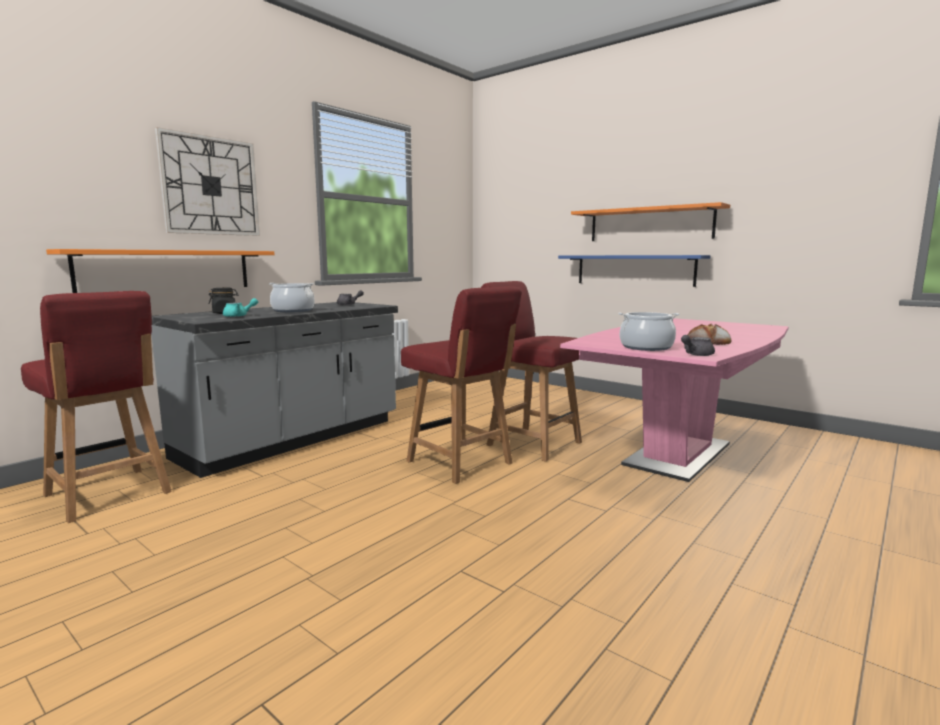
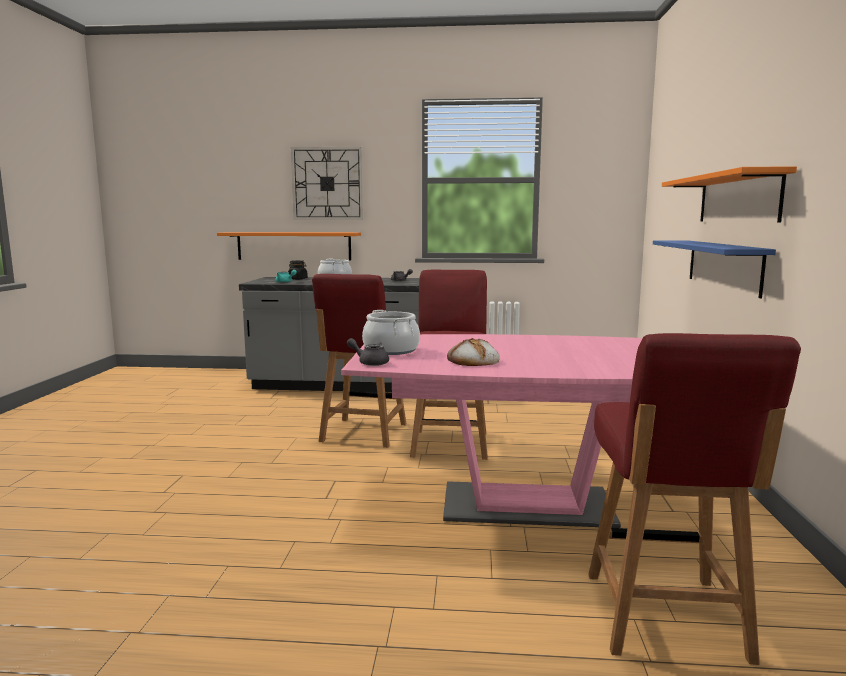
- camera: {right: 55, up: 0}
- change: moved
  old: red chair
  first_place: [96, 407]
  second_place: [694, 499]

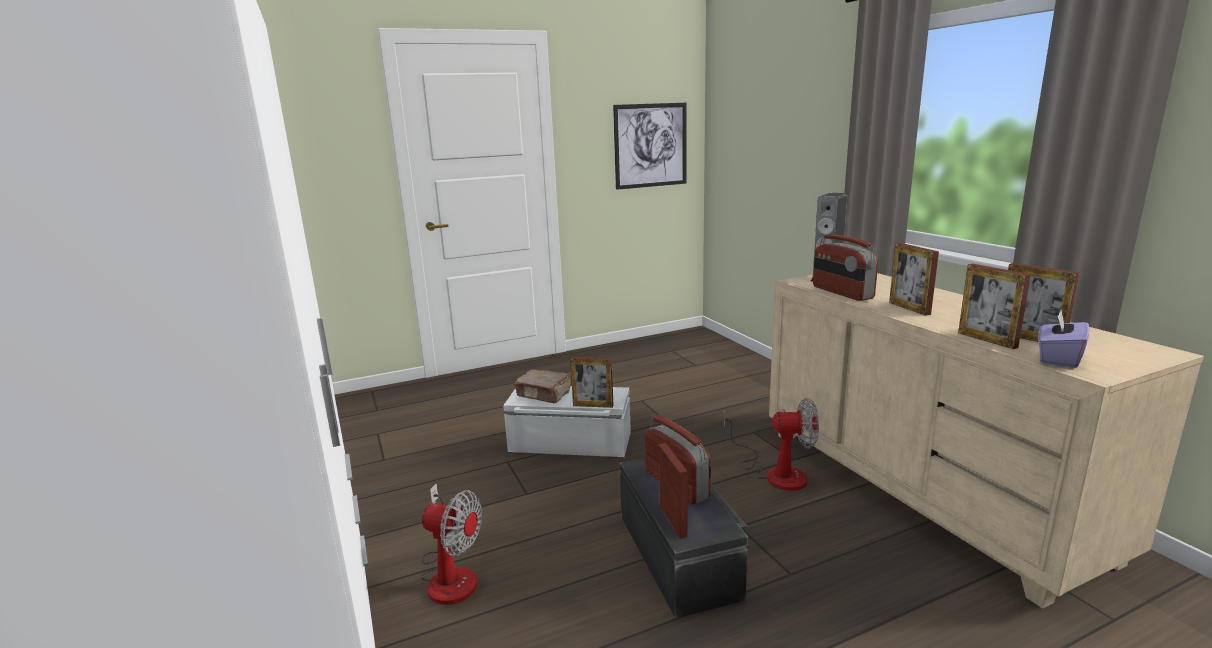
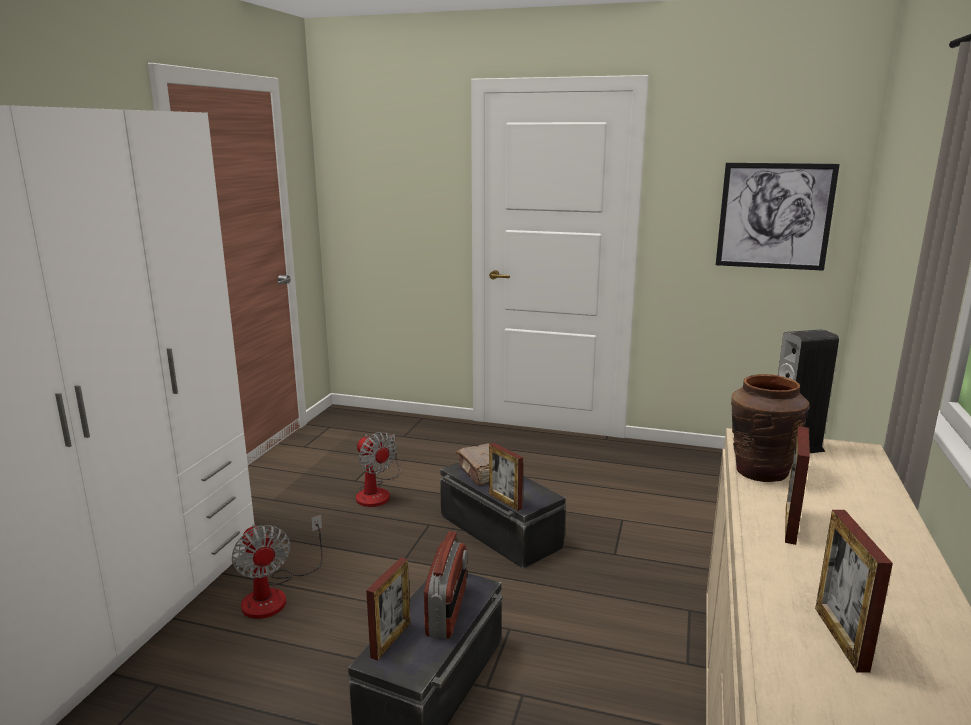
- camera: {right: 40, up: 0}
- change: moved
  old: cooling fan
  first_place: [771, 444]
  second_place: [378, 469]
- change: recoloured
  old: whitish storage box
  new: black storage box
  first_place: [567, 421]
  second_place: [503, 515]
- change: replaced
  old: radio
  new: brown-coloured decorative vase
  first_place: [845, 267]
  second_place: [770, 428]
- change: removed
  old: picture frame
  first_place: [994, 306]
- change: removed
  old: purplish tissue box
  first_place: [1063, 339]

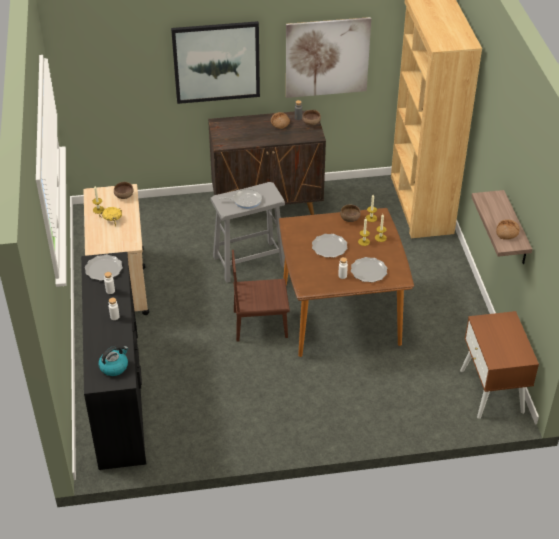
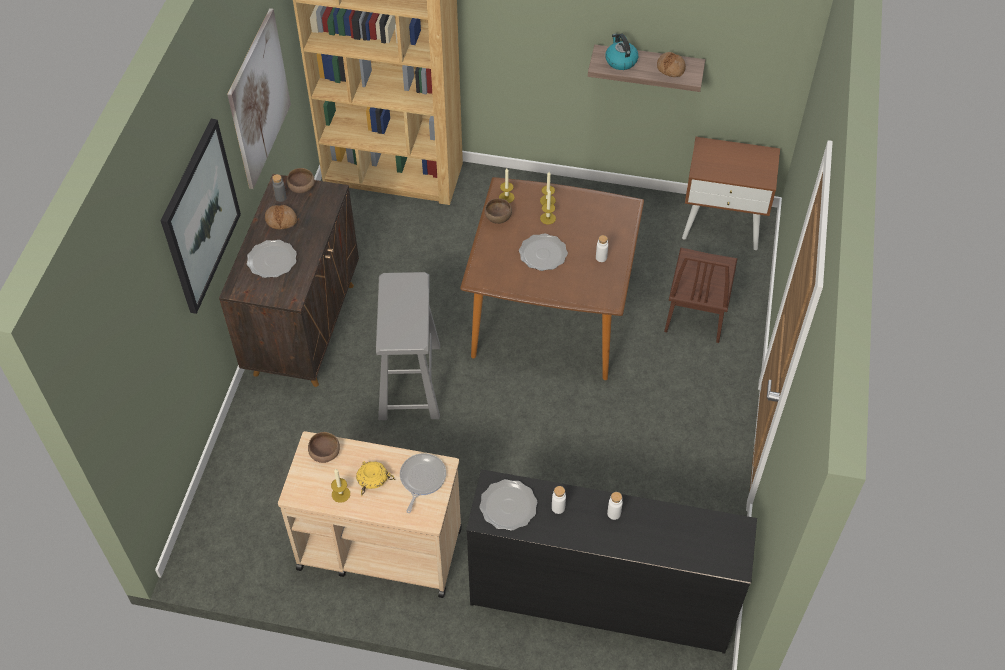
- camera: {right: -70, up: 10}
- change: moved
  old: flat dish
  first_place: [369, 269]
  second_place: [272, 259]
- change: moved
  old: frying pan
  first_place: [240, 198]
  second_place: [423, 483]
- change: moved
  old: tea kettle
  first_place: [113, 361]
  second_place: [621, 51]
- change: moved
  old: brown-coloured chair
  first_place: [261, 295]
  second_place: [700, 295]

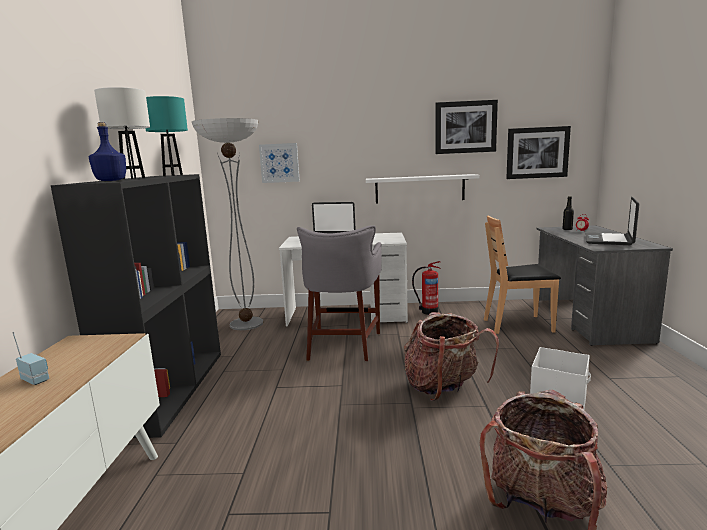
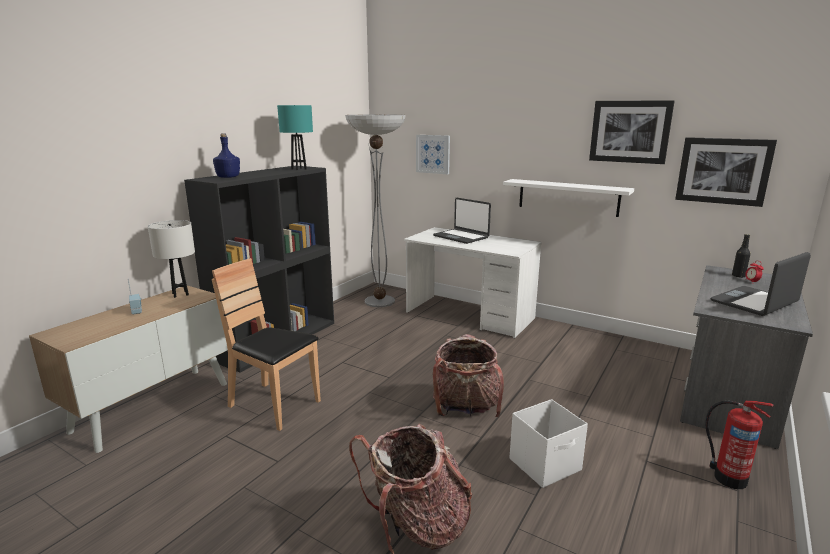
- camera: {right: 30, up: 5}
- change: moved
  old: whitish table lamp
  first_place: [122, 133]
  second_place: [171, 259]
- change: moved
  old: brown-coloured chair
  first_place: [522, 274]
  second_place: [266, 344]
- change: moved
  old: extinguisher
  first_place: [426, 288]
  second_place: [739, 444]
- change: removed
  old: gray stool seat
  first_place: [339, 293]

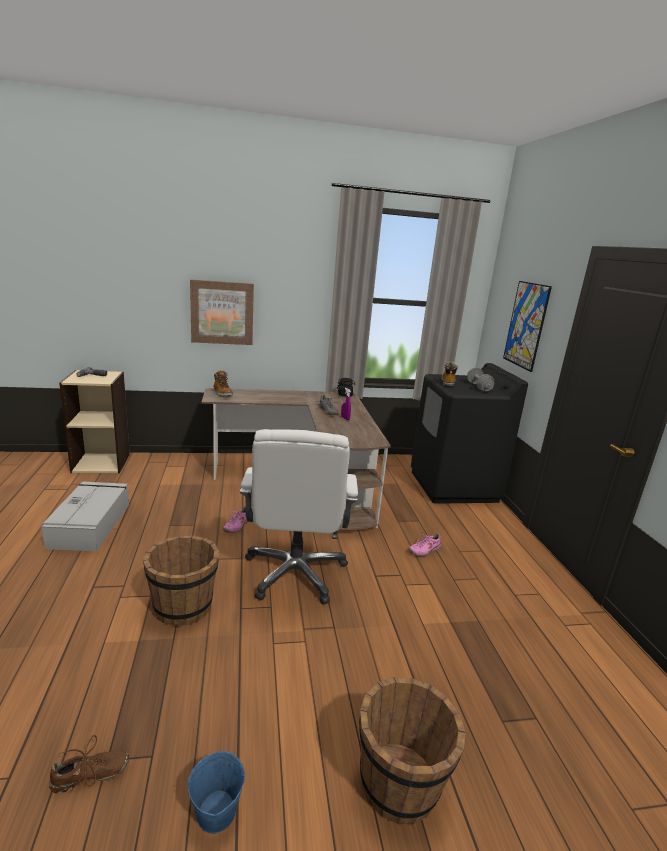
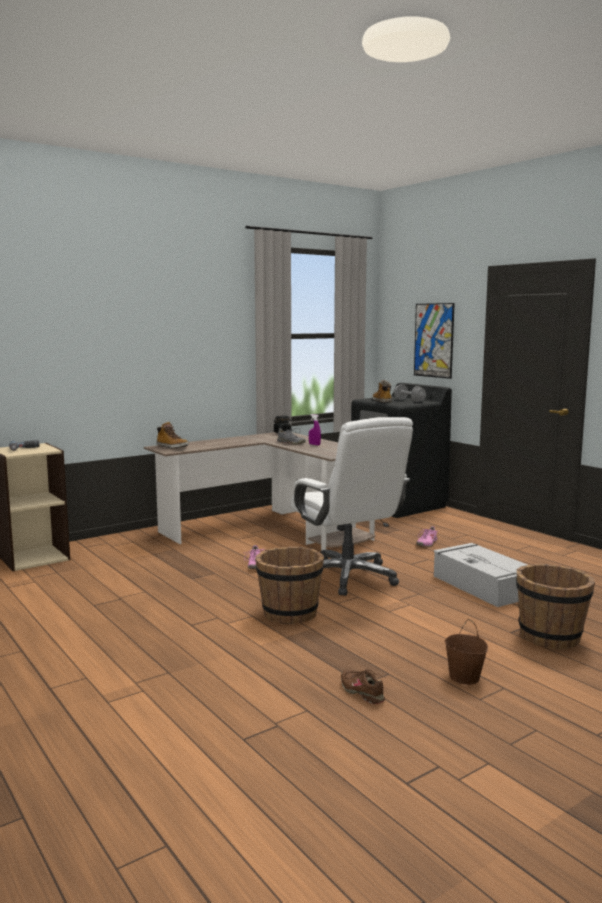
- camera: {right: -25, up: -10}
- change: turned
  old: brown-coloured low shoe
  first_place: [89, 764]
  second_place: [363, 686]
  degrees: -75
- change: moved
  old: gray storage box
  first_place: [85, 516]
  second_place: [481, 575]
- change: recoloured
  old: blue water bucket
  new: brown-coloured water bucket
  first_place: [216, 792]
  second_place: [466, 652]
- change: removed
  old: wall picture
  first_place: [222, 312]

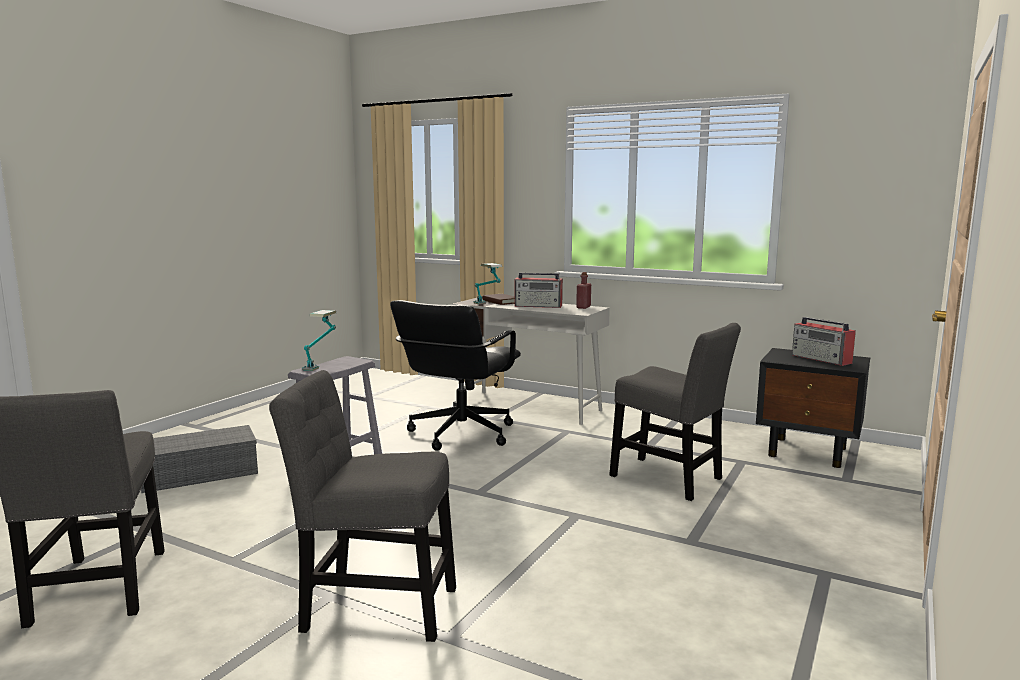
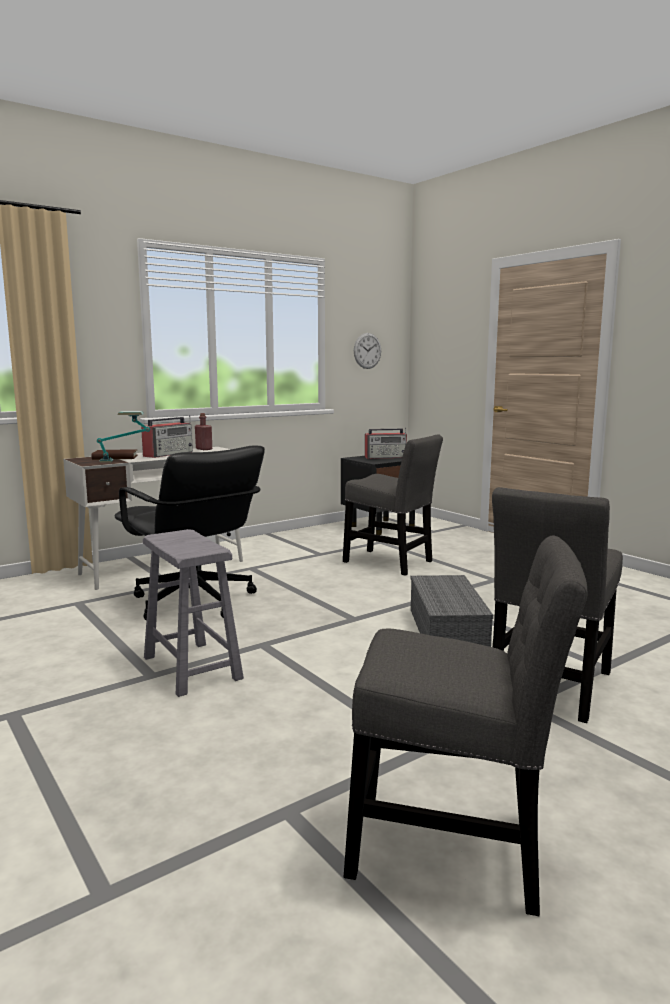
- camera: {right: -65, up: 0}
- change: turned
  old: gray chair
  first_place: [675, 412]
  second_place: [393, 505]
  degrees: 60
- change: added
  new: wall clock
  second_place: [367, 351]
- change: moved
  old: gray storage box
  first_place: [199, 459]
  second_place: [452, 611]
- change: removed
  old: table lamp
  first_place: [319, 340]

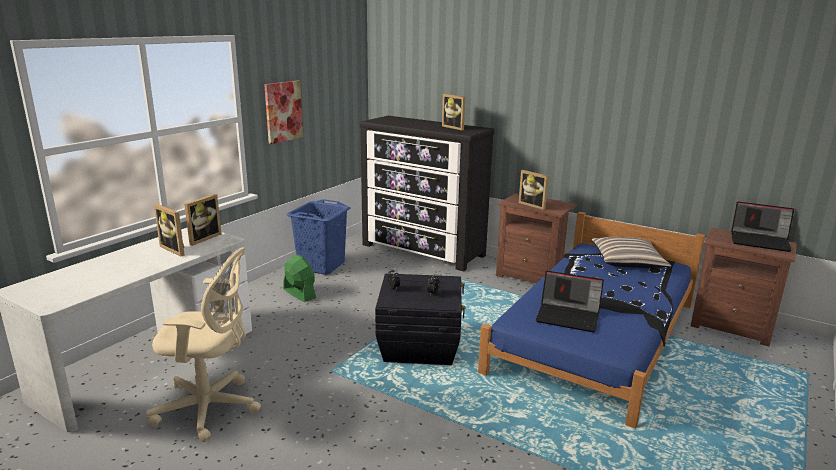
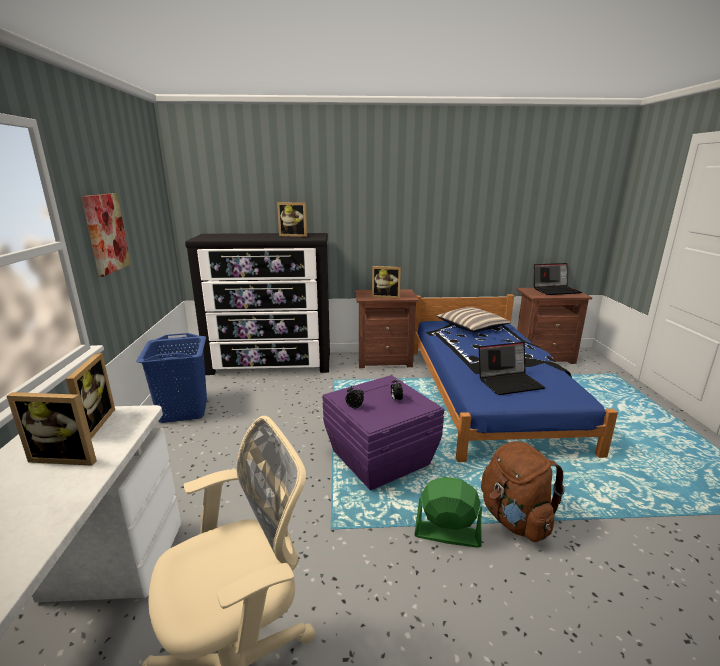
- camera: {right: -35, up: 0}
- change: recoloured
  old: black storage box
  new: purplish storage box
  first_place: [420, 319]
  second_place: [383, 433]
- change: moved
  old: greenish cooling fan
  first_place: [299, 278]
  second_place: [448, 512]
- change: added
  new: brown-coloured knapsack
  second_place: [523, 491]

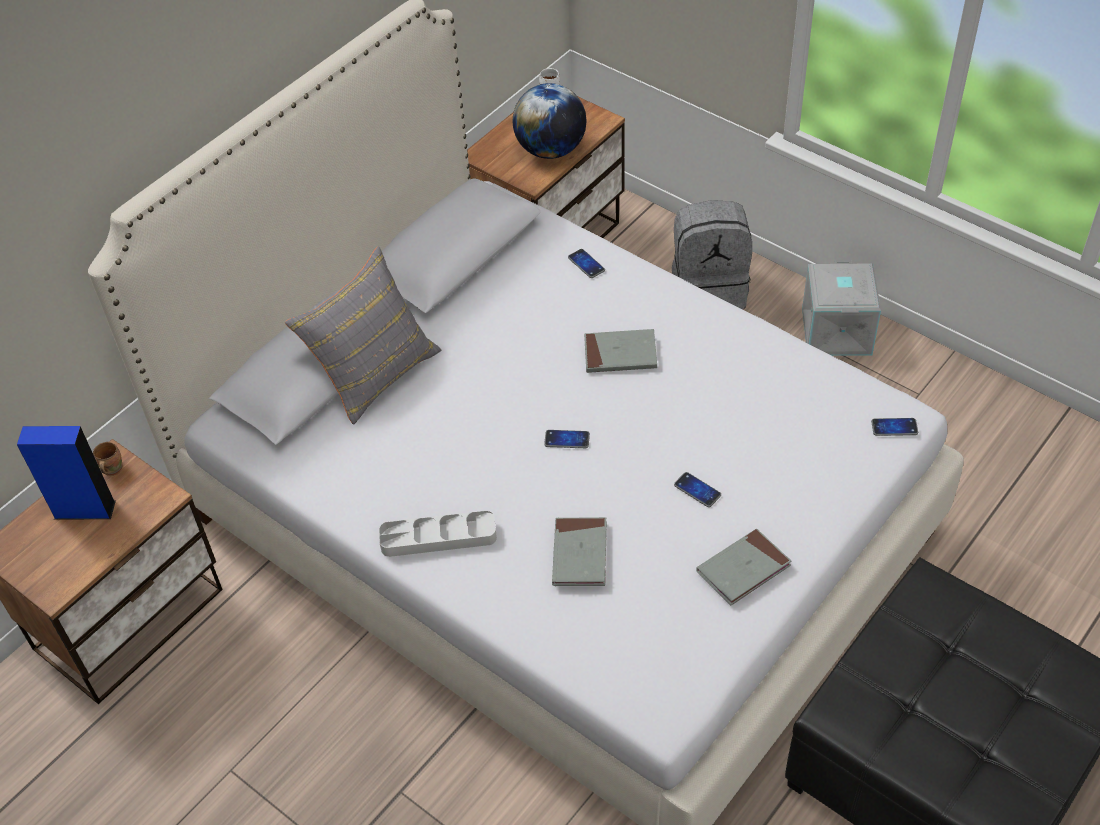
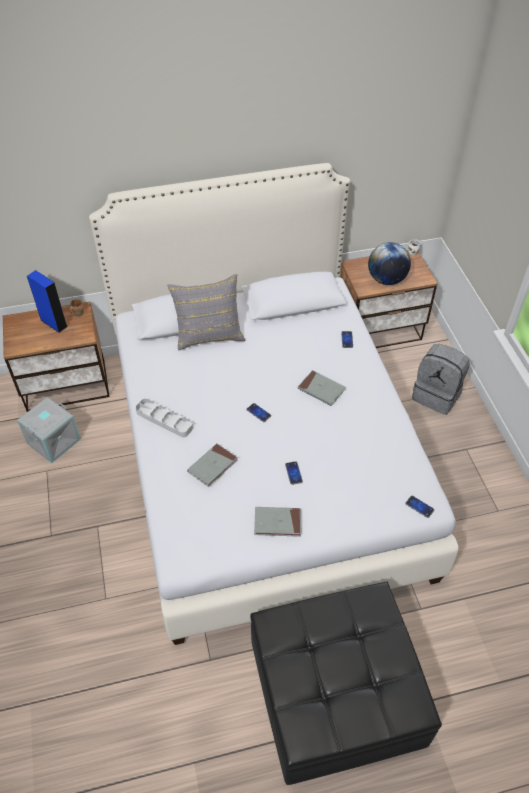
- camera: {right: 35, up: 0}
- change: moved
  old: gray storage box
  first_place: [841, 308]
  second_place: [49, 430]

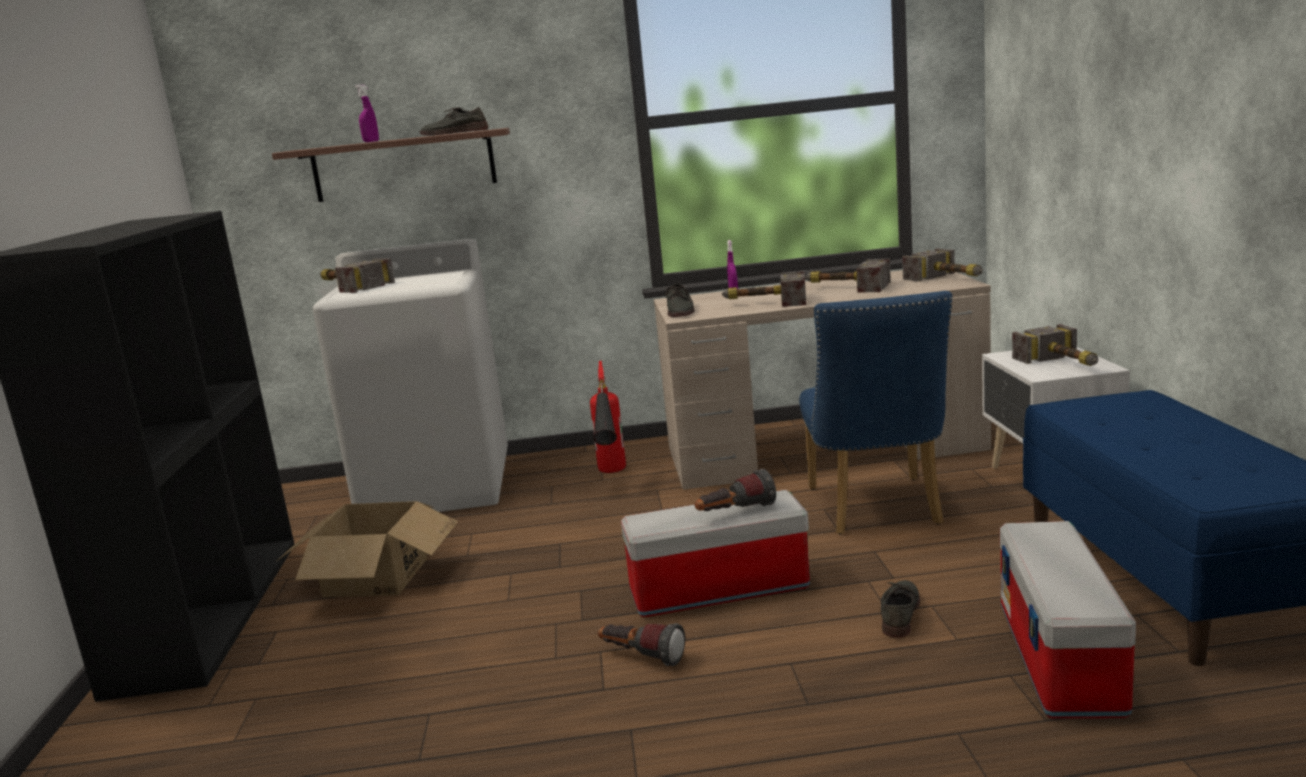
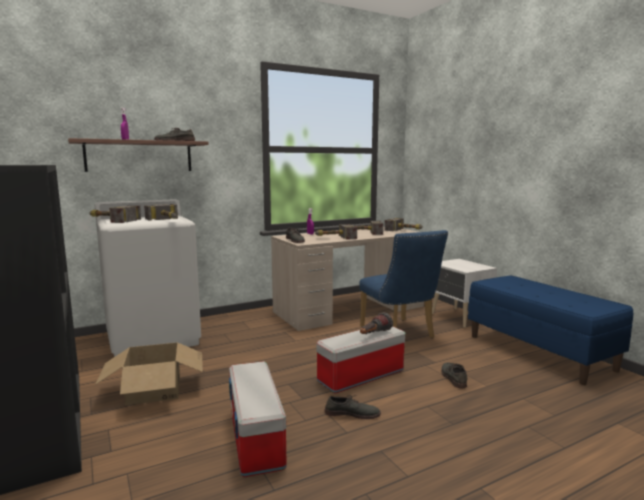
- camera: {right: -25, up: -5}
- change: moved
  old: tool hammer
  first_place: [1055, 345]
  second_place: [161, 212]
- change: moved
  old: storage box
  first_place: [1068, 619]
  second_place: [258, 419]
- change: replaced
  old: torch
  new: gray low shoe
  first_place: [641, 644]
  second_place: [352, 407]
- change: removed
  old: extinguisher
  first_place: [608, 417]

